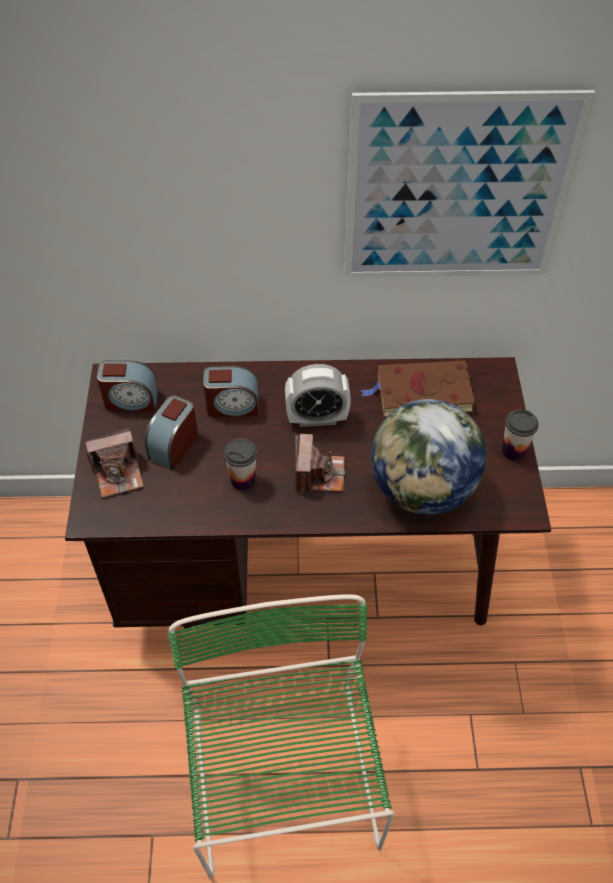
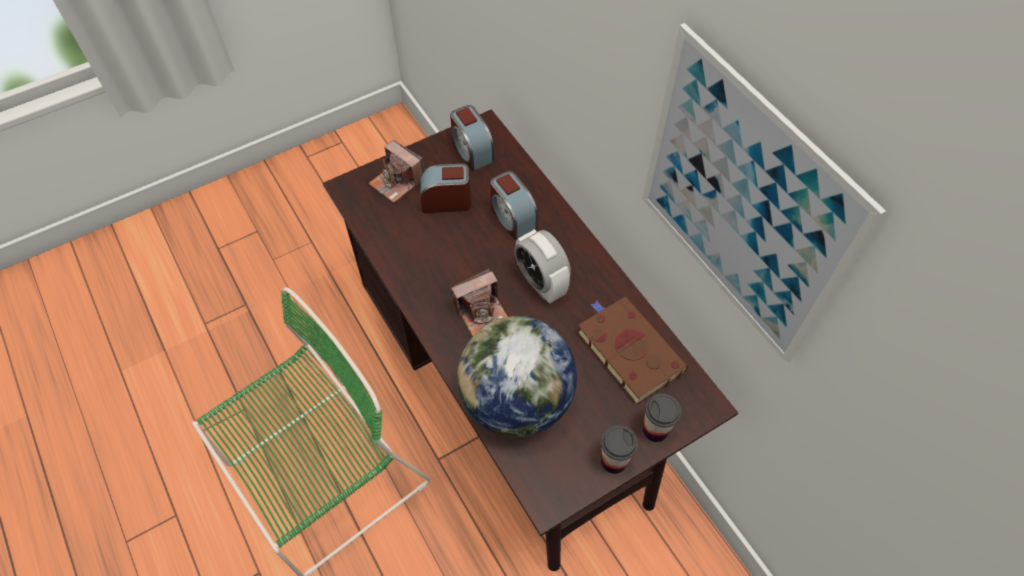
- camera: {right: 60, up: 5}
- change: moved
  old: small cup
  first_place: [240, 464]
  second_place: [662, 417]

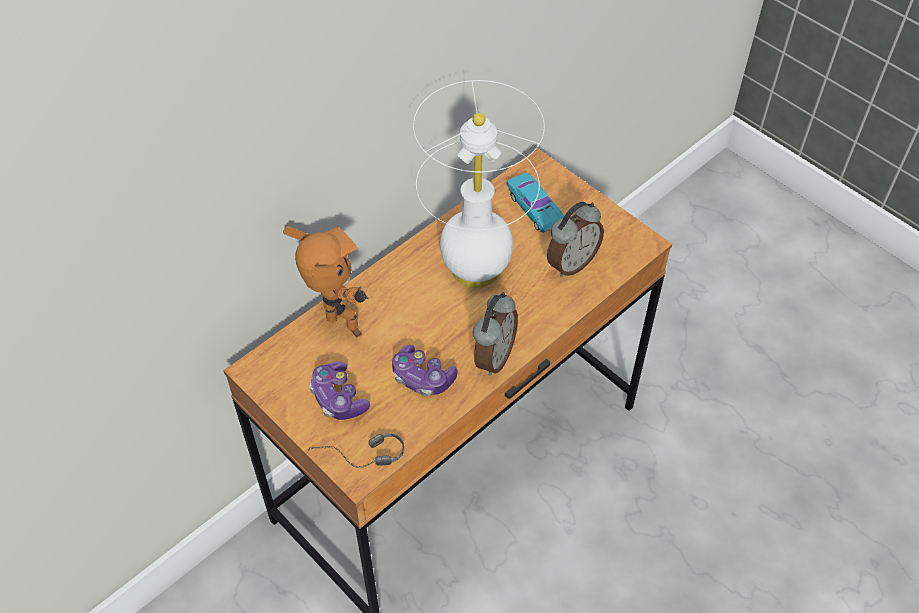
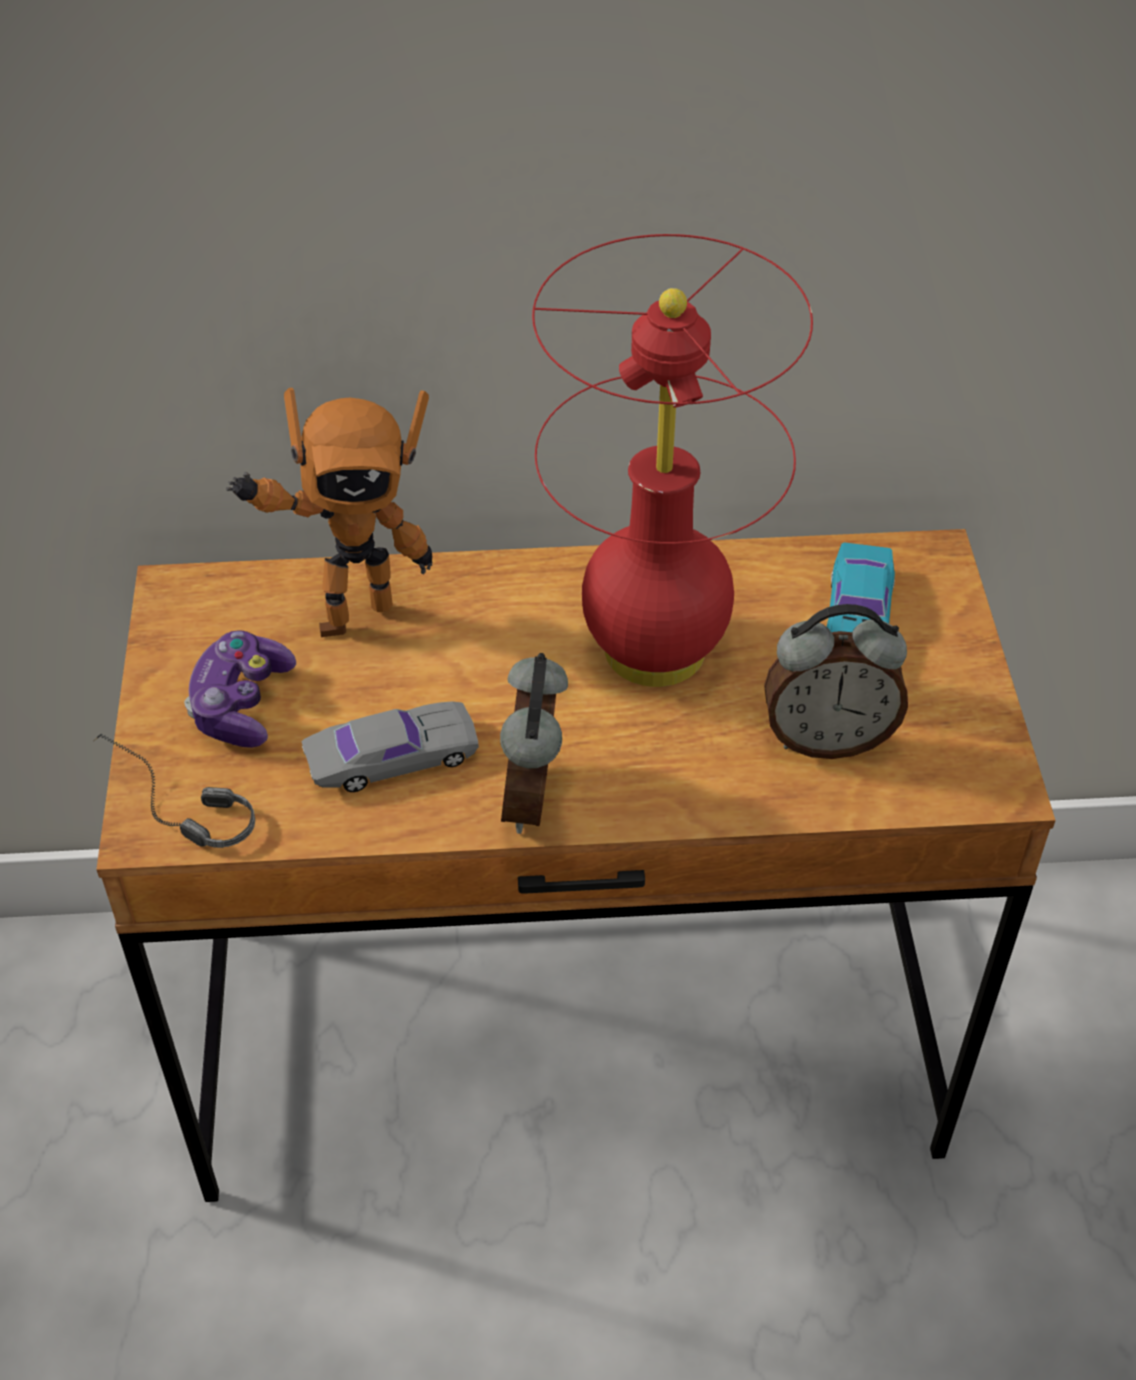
- camera: {right: 40, up: -5}
- change: turned
  old: robot figure
  first_place: [326, 282]
  second_place: [329, 512]
  degrees: 75
- change: replaced
  old: gamepad
  new: gray toy car
  first_place: [425, 370]
  second_place: [390, 746]
- change: turned
  old: alarm clock
  first_place: [495, 334]
  second_place: [534, 743]
  degrees: 120
- change: recoloured
  old: whitish table lamp
  new: red table lamp
  first_place: [479, 184]
  second_place: [672, 460]

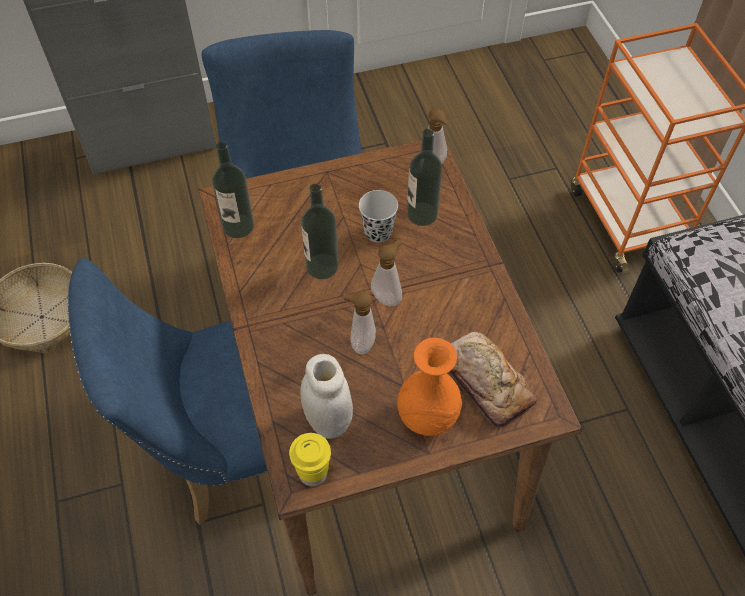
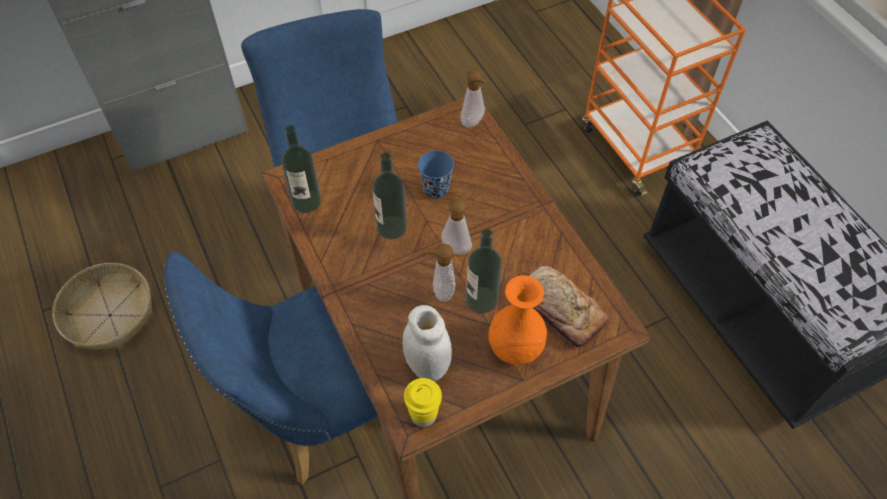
- camera: {right: -10, up: 0}
- change: recoloured
  old: black small cup
  new: blue small cup
  first_place: [378, 216]
  second_place: [436, 175]
- change: moved
  old: bottle
  first_place: [425, 177]
  second_place: [484, 271]

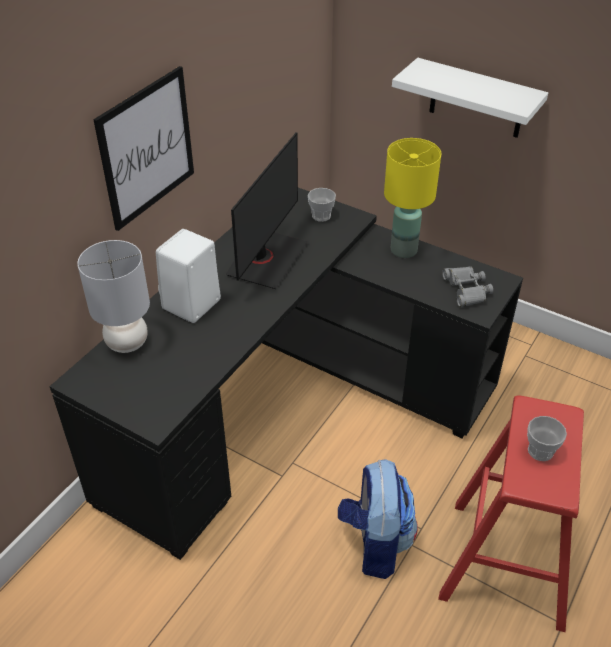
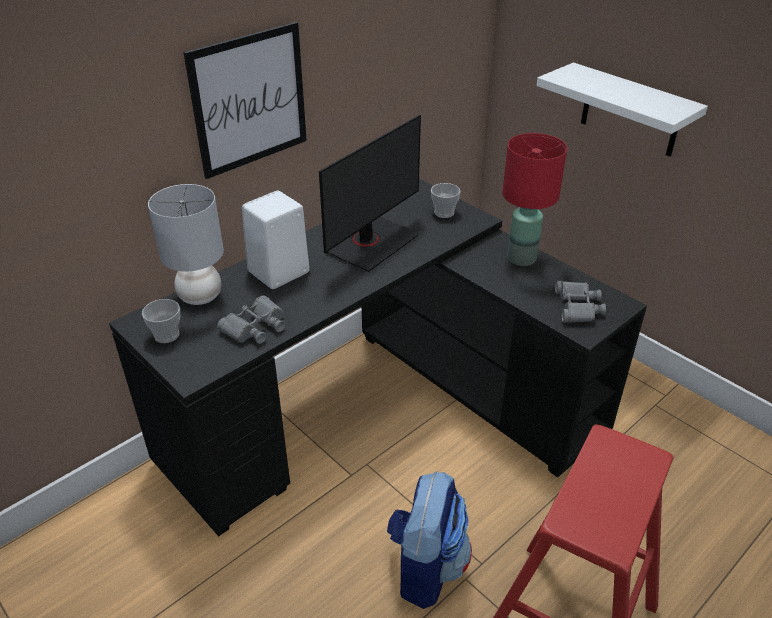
- camera: {right: 15, up: -5}
- change: moved
  old: small cup
  first_place: [547, 438]
  second_place: [161, 321]
- change: added
  new: gray binoculars
  second_place: [251, 319]
- change: recoloured
  old: yellow table lamp
  new: red table lamp
  first_place: [412, 198]
  second_place: [534, 199]

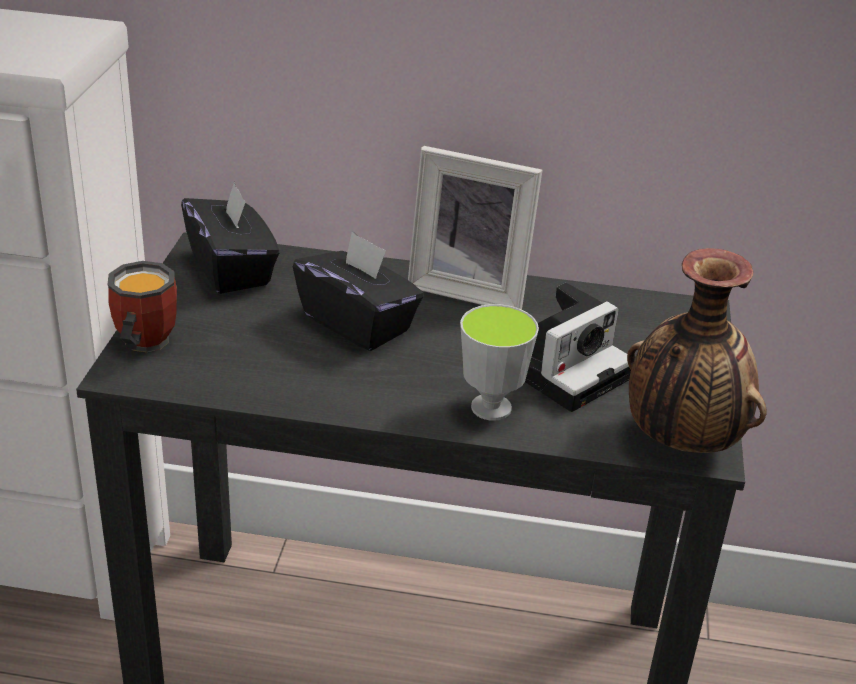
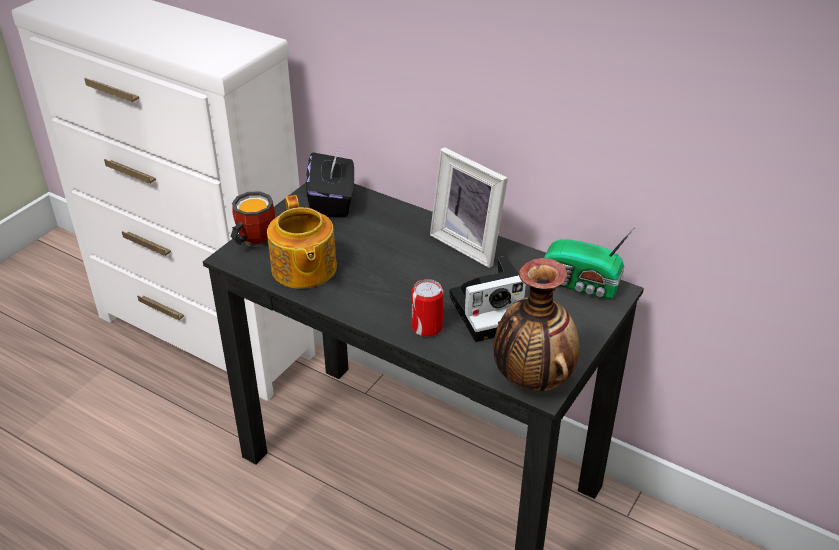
- camera: {right: 25, up: 5}
- change: added
  new: pot for tea
  second_place: [302, 242]
- change: replaced
  old: small cup
  new: sealed can
  first_place: [499, 362]
  second_place: [427, 308]
- change: added
  new: radio
  second_place: [590, 261]
- change: removed
  old: black tissue box
  first_place: [358, 291]

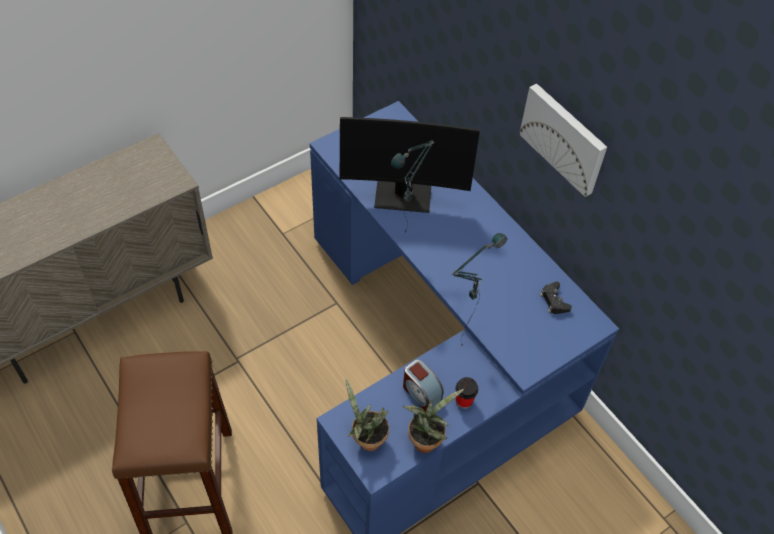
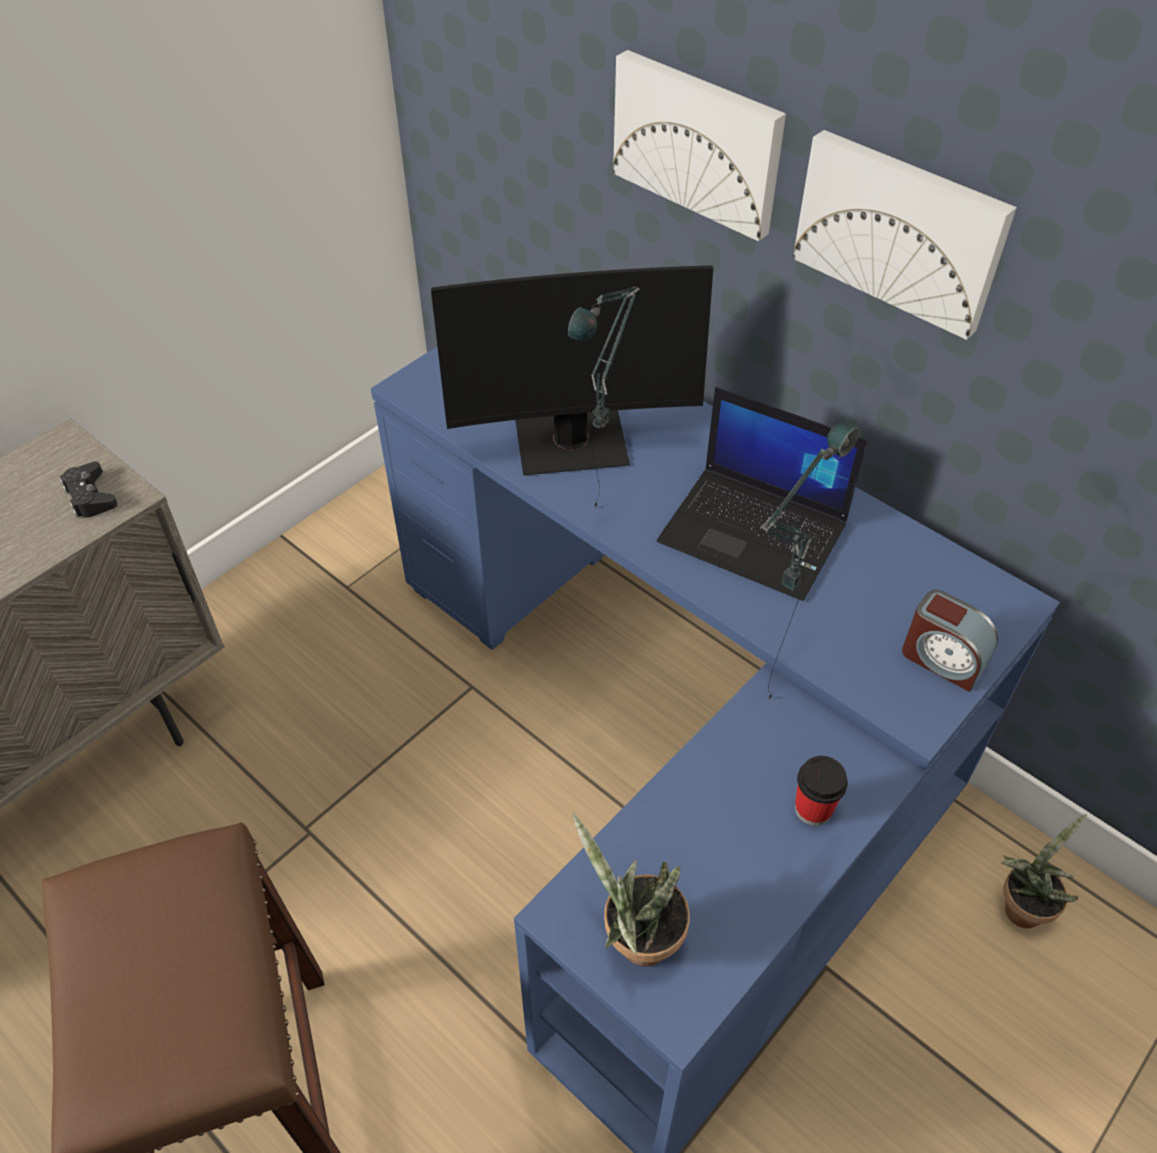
- camera: {right: -10, up: -5}
- change: moved
  old: black gamepad
  first_place: [556, 298]
  second_place: [89, 489]
- change: added
  new: wall picture
  second_place: [699, 145]
- change: added
  new: portable computer
  second_place: [762, 494]
- change: moved
  old: alarm clock
  first_place: [423, 386]
  second_place: [950, 640]
- change: moved
  old: potted plant
  first_place: [433, 421]
  second_place: [1044, 871]

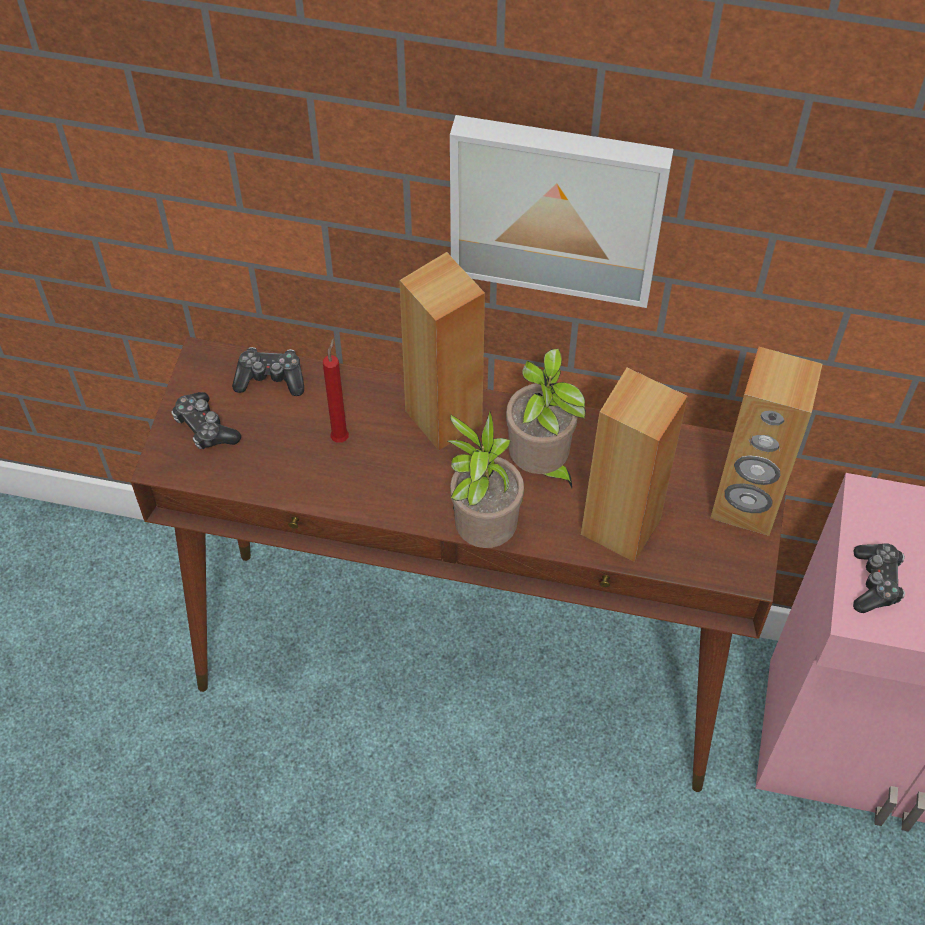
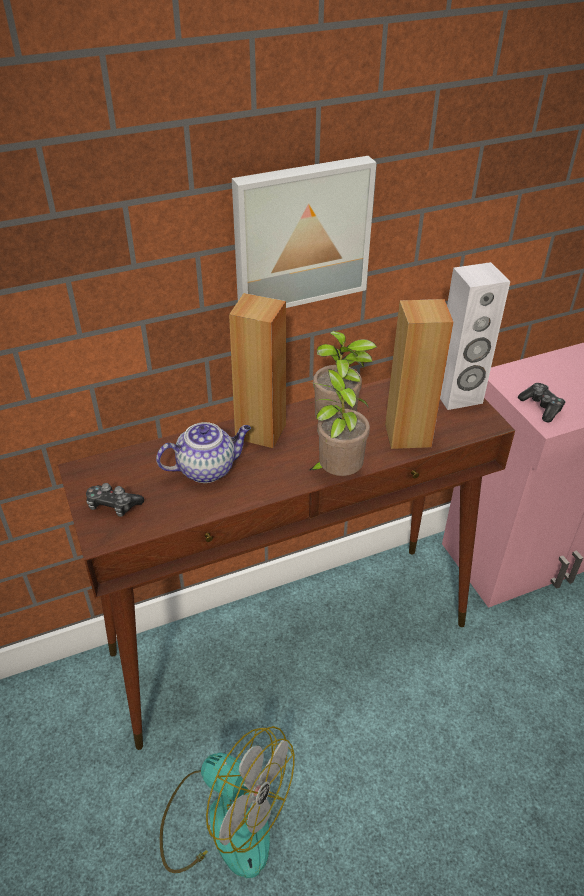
- camera: {right: -35, up: -15}
- change: replaced
  old: red candle
  new: pot for tea
  first_place: [336, 390]
  second_place: [203, 452]
- change: added
  new: cooling fan
  second_place: [227, 802]
- change: recoloured
  old: brown-coloured loudspeaker
  new: whitish loudspeaker
  first_place: [766, 441]
  second_place: [475, 336]
- change: removed
  old: gamepad
  first_place: [268, 371]

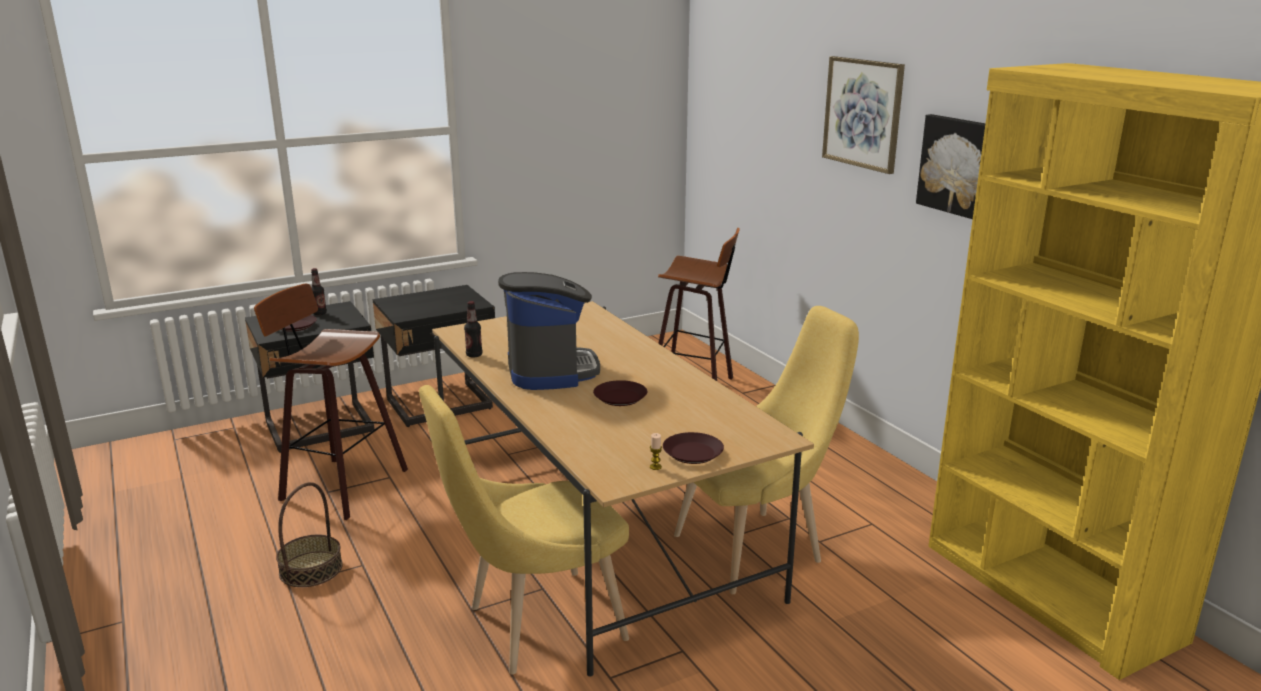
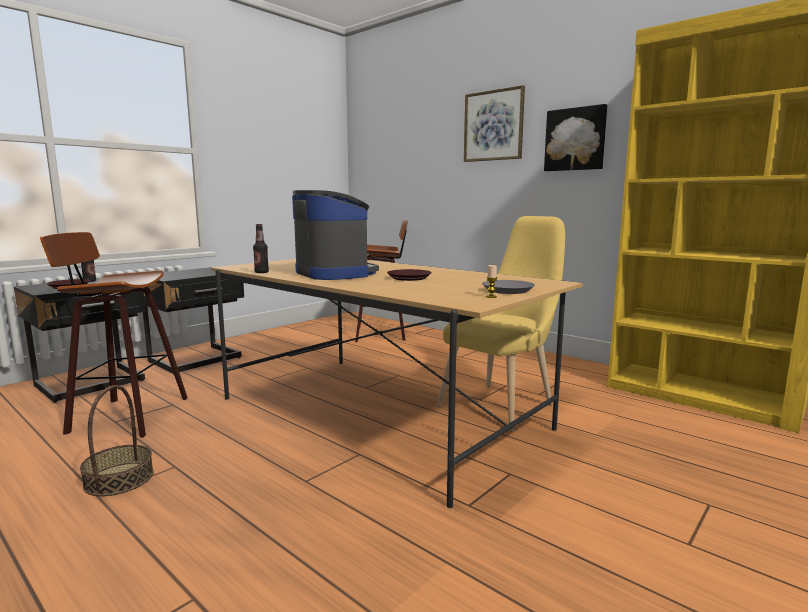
- camera: {right: -20, up: -10}
- change: recoloured
  old: brown-coloured flat dish
  new: gray flat dish
  first_place: [693, 448]
  second_place: [508, 287]
- change: removed
  old: yellow chair
  first_place: [524, 529]

